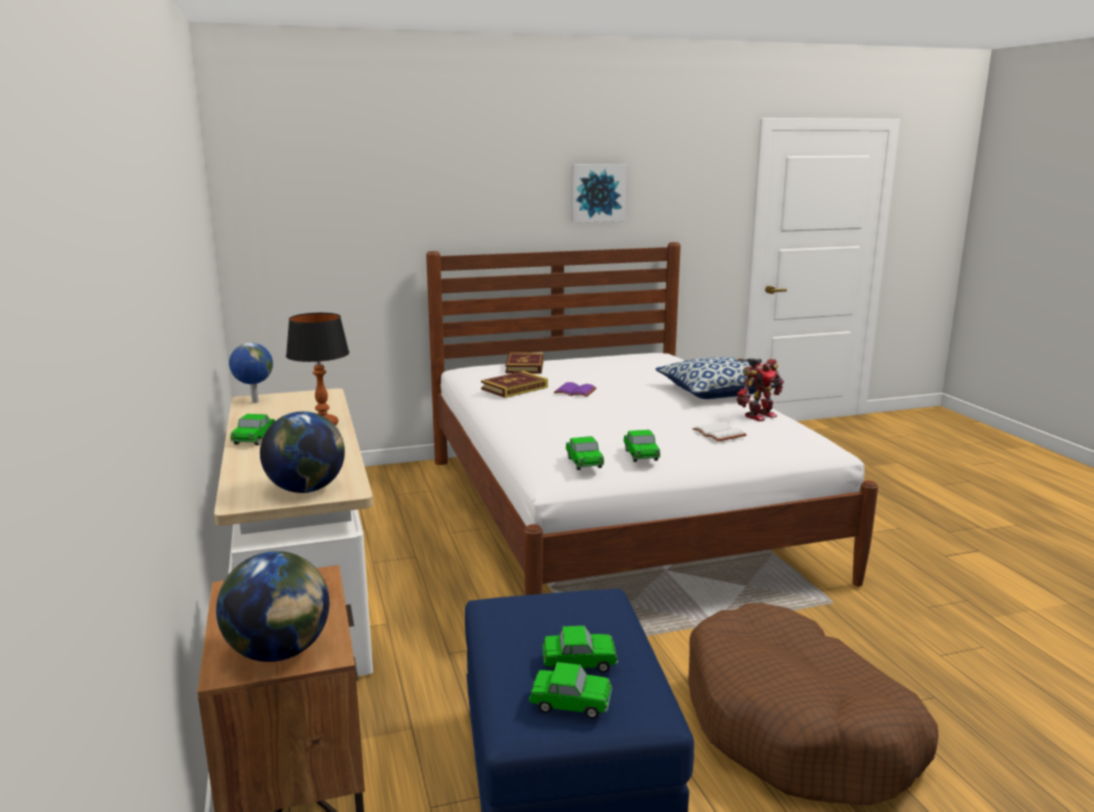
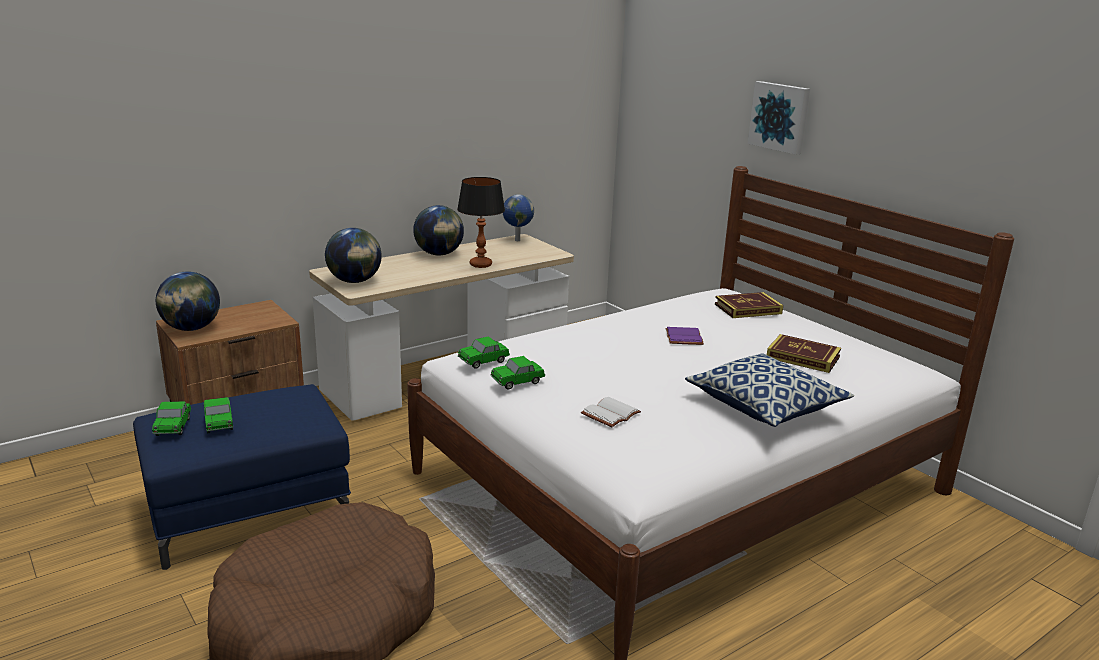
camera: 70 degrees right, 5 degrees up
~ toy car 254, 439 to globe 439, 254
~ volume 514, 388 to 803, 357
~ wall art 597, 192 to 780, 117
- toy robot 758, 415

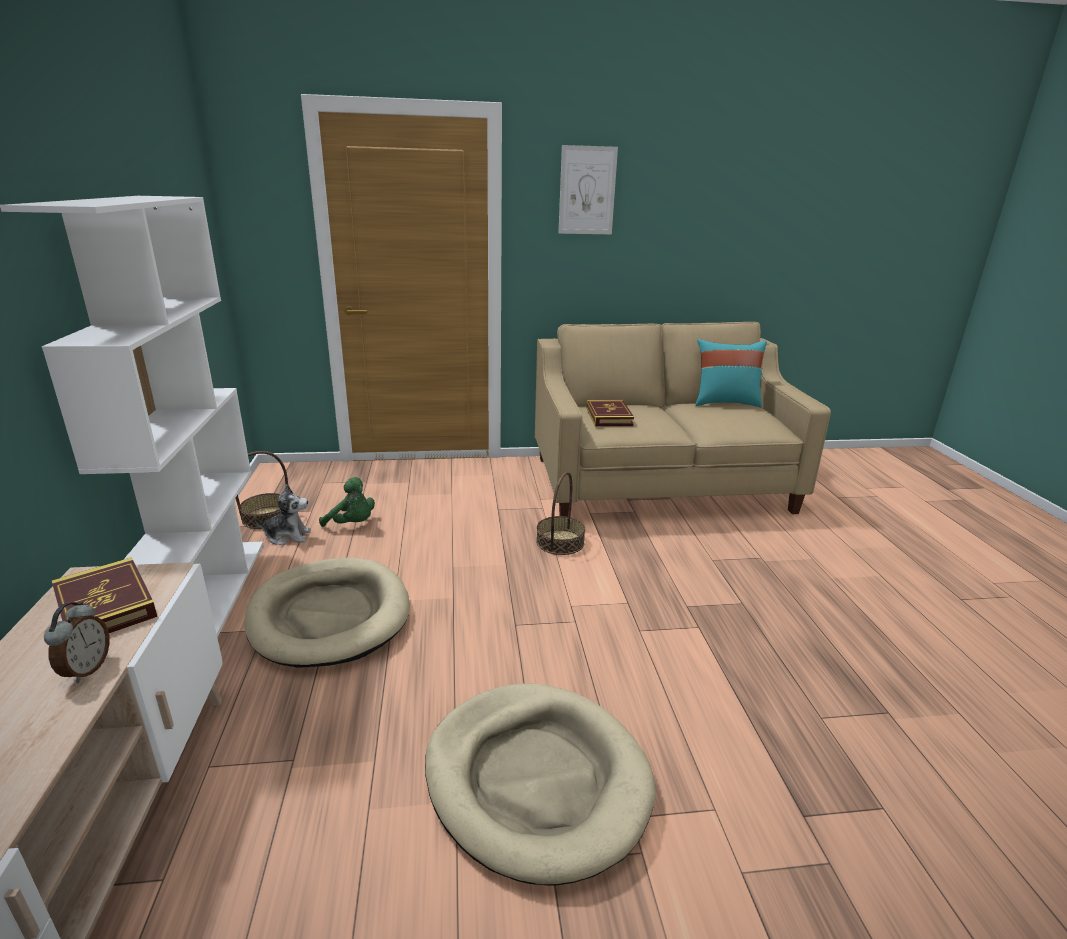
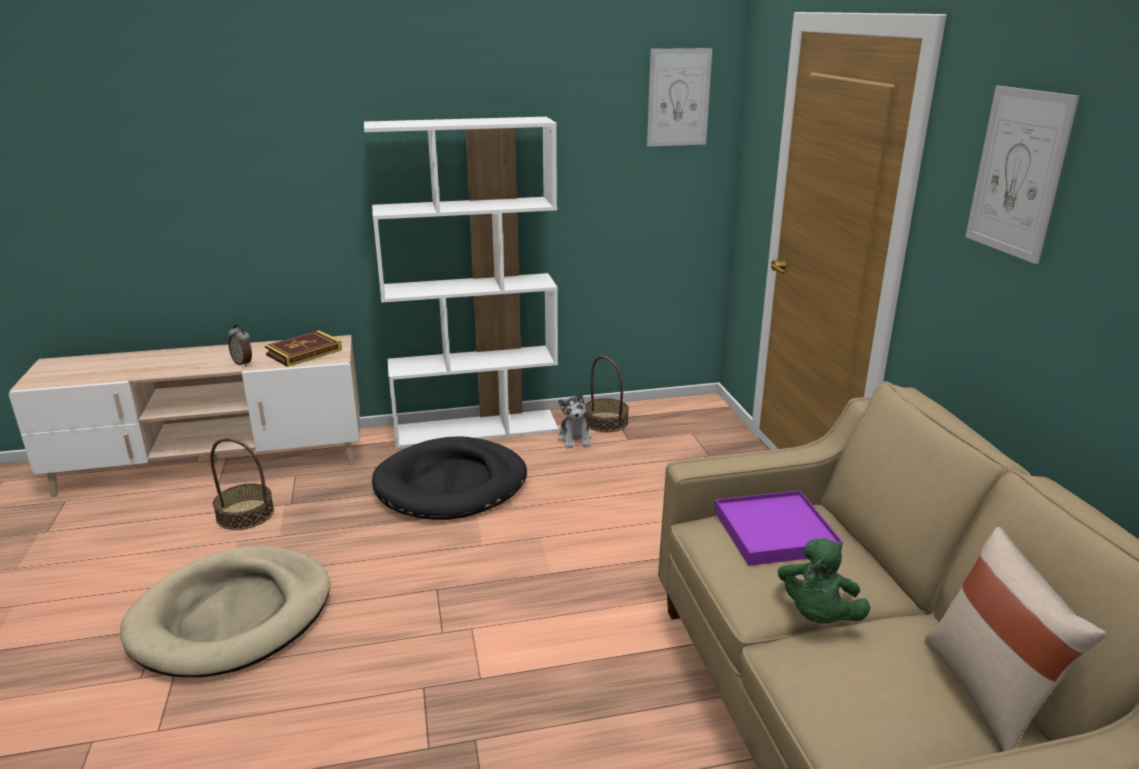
camera: 85 degrees right, 0 degrees up
~ alarm clock 86, 669 = 243, 363 45 degrees clockwise
~ beige dog cushion 330, 615 to black-coloured dog cushion 451, 484
~ greenish plush toy 352, 524 to 817, 616
~ basket 560, 542 to 245, 514
~ volume 609, 416 to purplish tray 775, 532
~ blue-green pillow 725, 402 to beige pillow 989, 693
+ wall art 678, 97

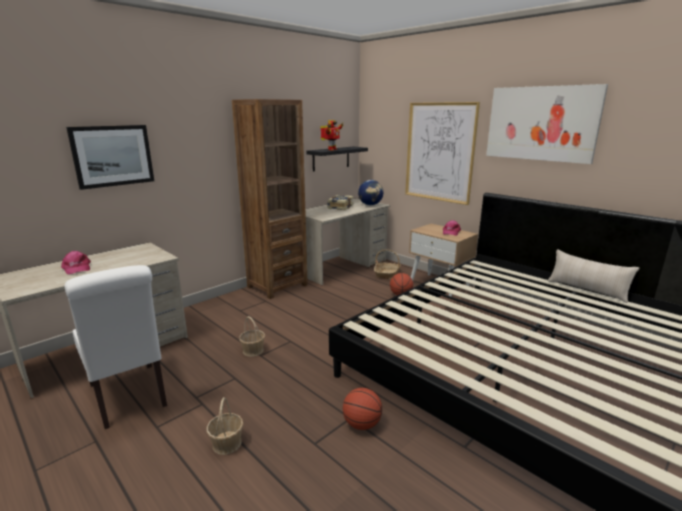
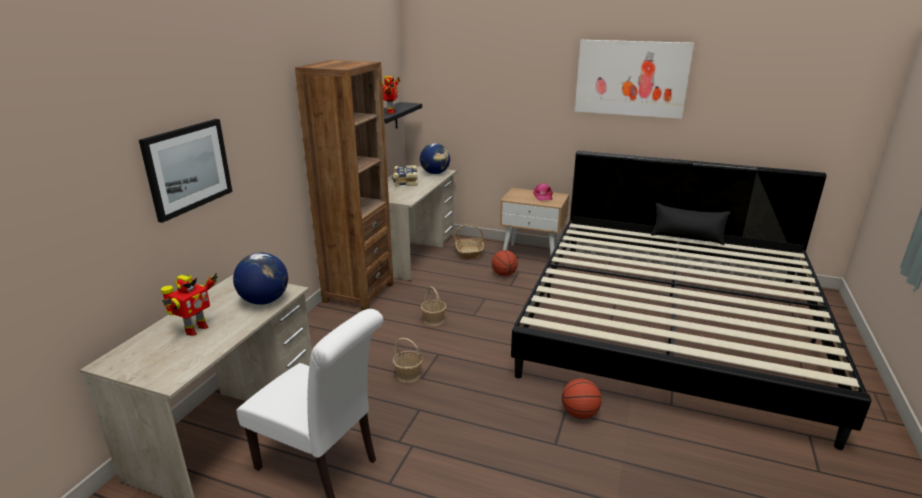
camera: 25 degrees left, 5 degrees up
~ pinkish baseball cap 76, 268 to toy robot 194, 329
~ basket 227, 443 to 433, 320
- wall art 439, 152
~ beige pillow 587, 290 to black-coloured pillow 687, 238
+ globe 264, 301

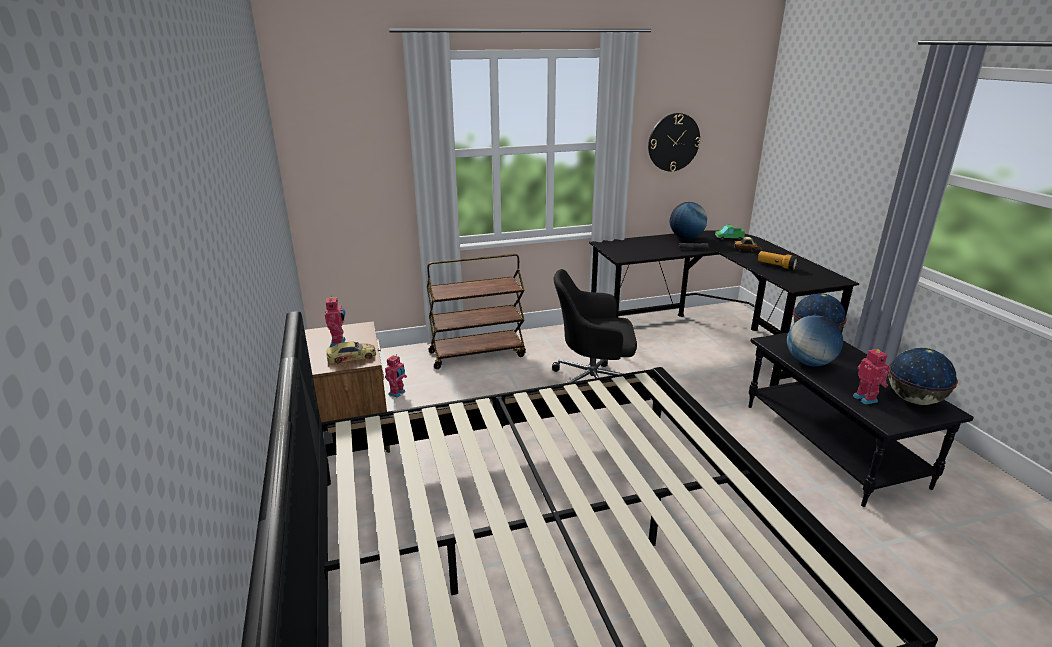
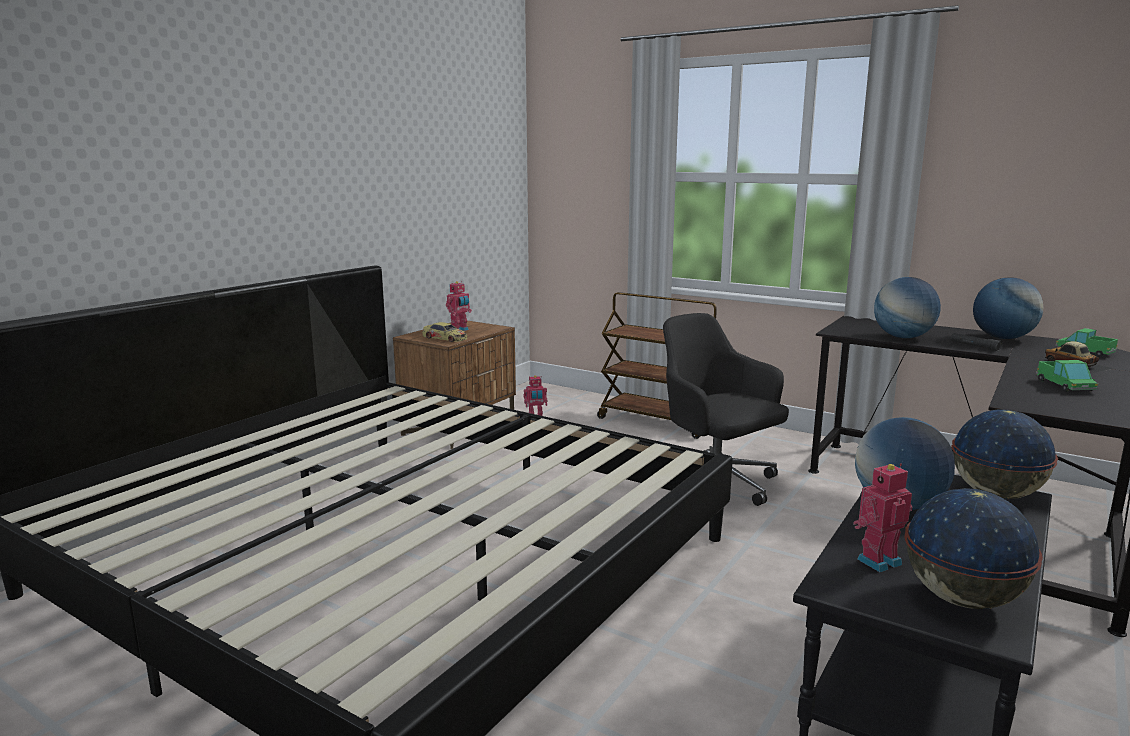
camera: 50 degrees right, 10 degrees down
- clock on the wall 673, 142
~ hand torch 776, 266 to toy truck 1064, 385
~ toy robot 866, 398 = 877, 560 150 degrees counterclockwise
+ globe 903, 337

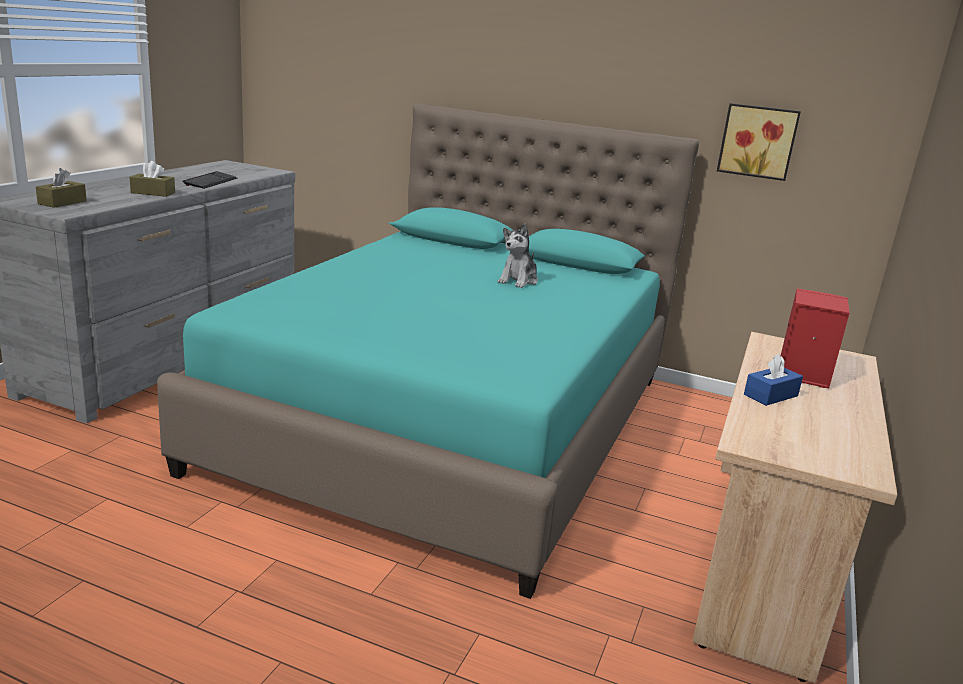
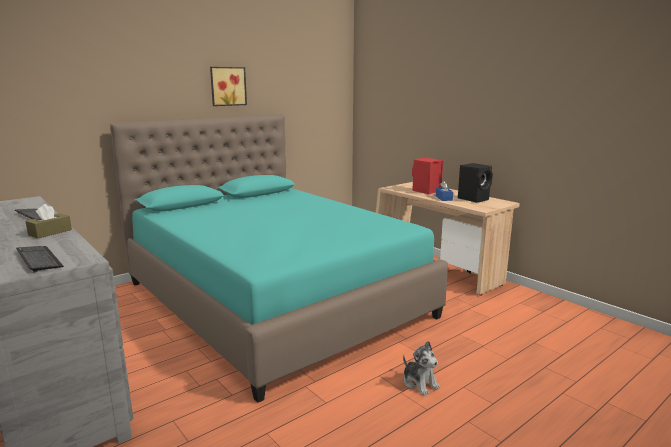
camera: 60 degrees left, 5 degrees down
~ brown-coloured box of tissues 62, 202 to PC keyboard 39, 259
~ plush toy 518, 281 to 420, 383
~ wall art 757, 141 to 227, 86
+ black-coloured loudspeaker 474, 199

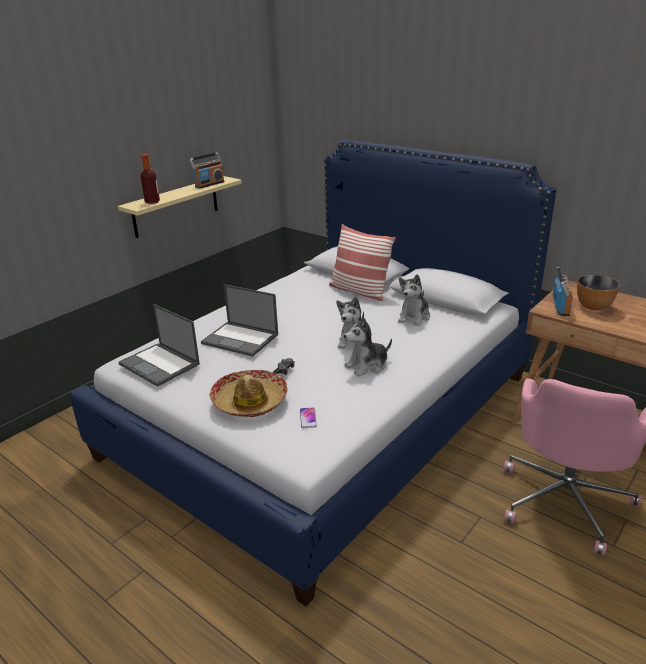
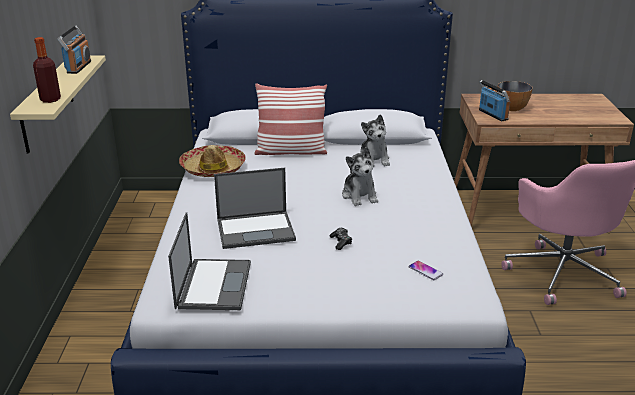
camera: 40 degrees left, 0 degrees up
~ laptop 160, 364 = 213, 284 90 degrees counterclockwise
~ hat 250, 401 to 212, 168
- plush toy 367, 366

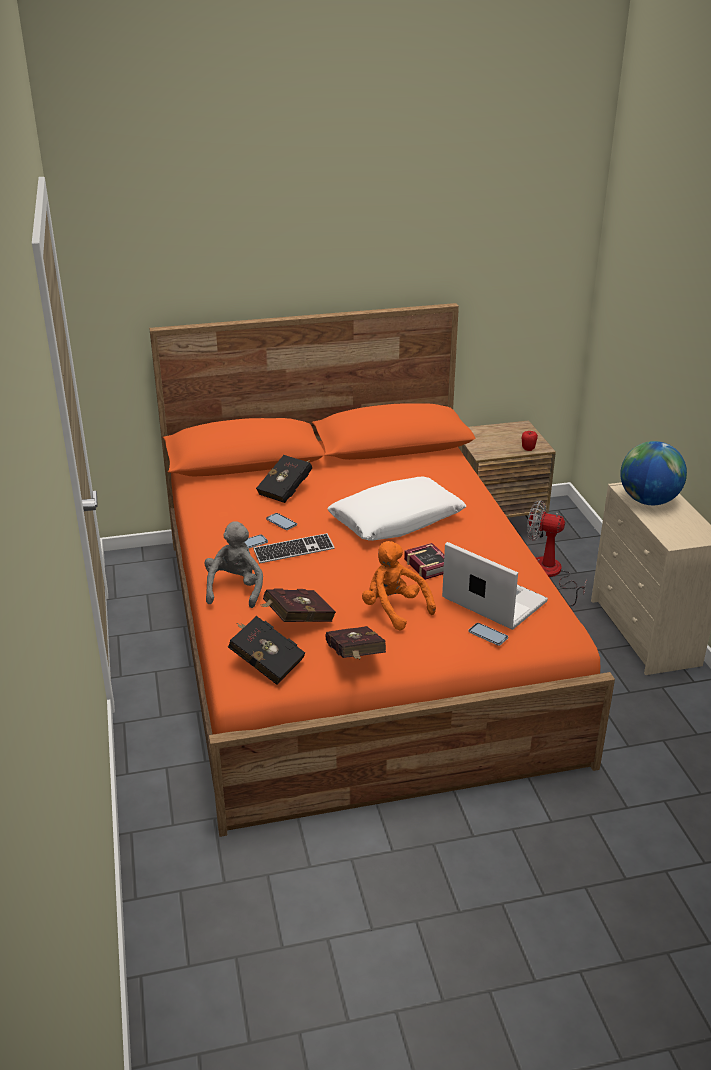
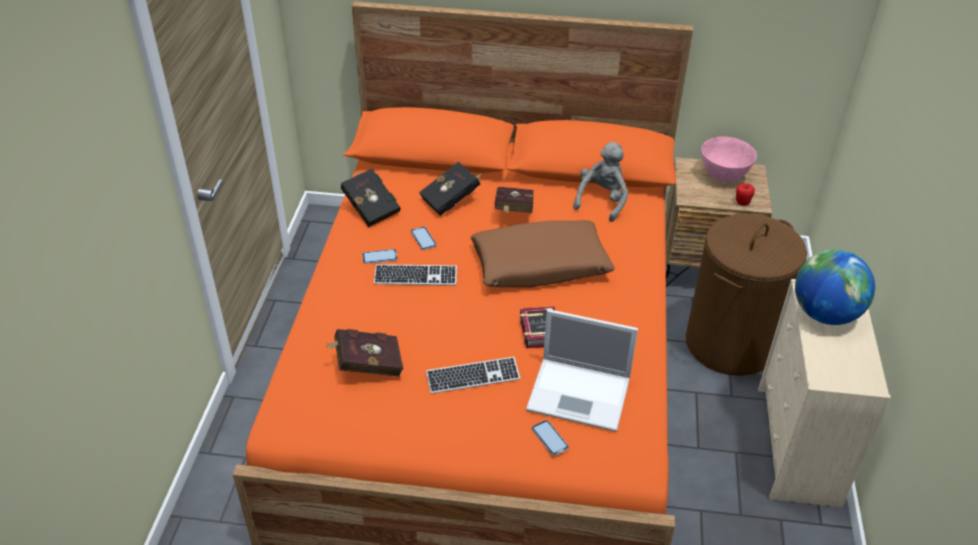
camera: 20 degrees right, 10 degrees up
~ greyish plush toy 235, 589 to 602, 201
~ black-coloured volume 265, 662 to 370, 208
~ reddish volume 355, 658 to 513, 213
~ white pillow 396, 520 to brown-coloured pillow 540, 265
~ orange-coloured plush toy 394, 609 to PC keyboard 473, 377
~ laptop 492, 600 = 581, 394 135 degrees clockwise
~ fan 550, 575 to brown-coloured washing basket 730, 344
+ pinkish deep dish 724, 176

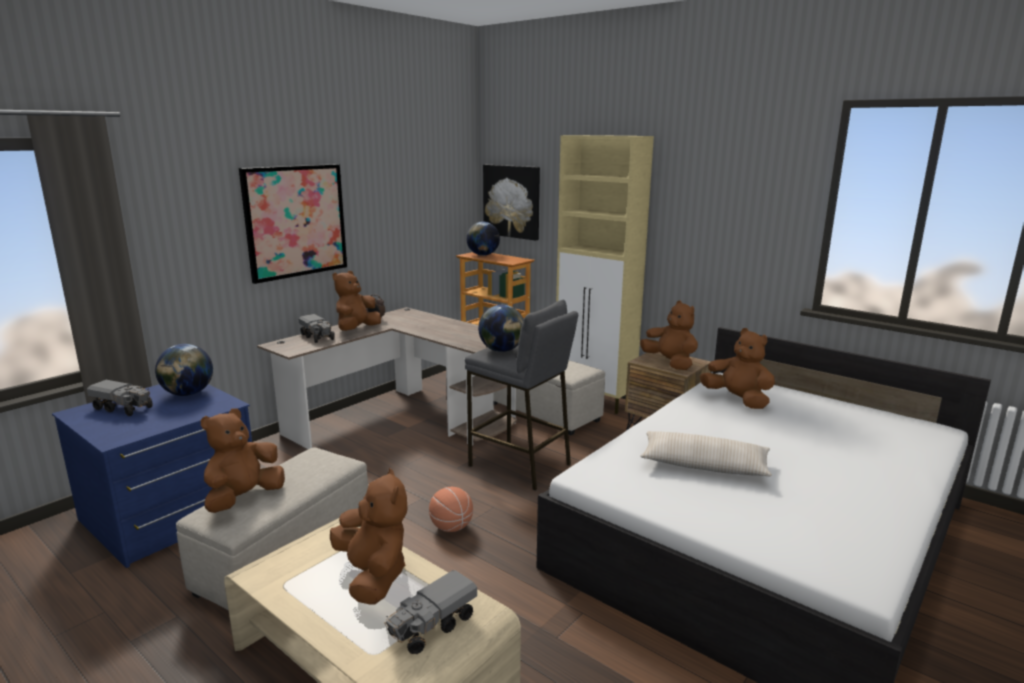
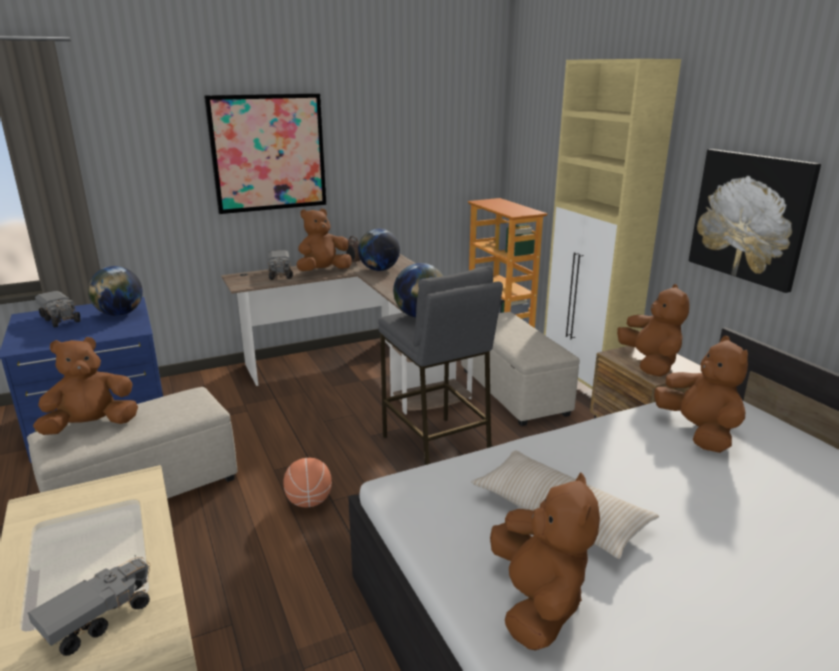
camera: 25 degrees right, 5 degrees up
~ brown-coloured plush toy 373, 576 to 537, 603
~ toy truck 431, 626 = 98, 619 150 degrees clockwise
~ globe 483, 255 to 379, 270
~ wall art 512, 201 to 750, 217

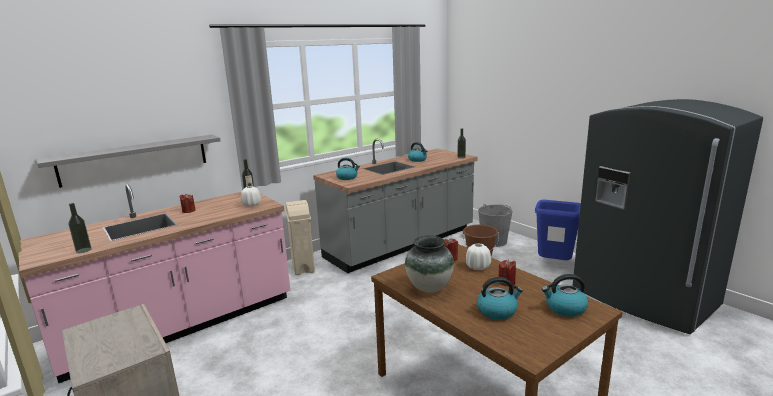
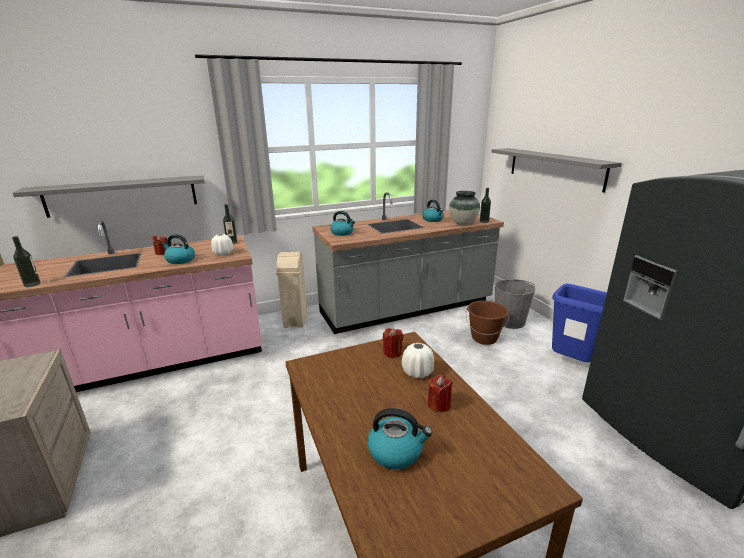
camera: 15 degrees right, 5 degrees up
~ decorative vase 429, 288 to 463, 224
~ kettle 565, 308 to 180, 260
+ greyish wall shelf 554, 168

